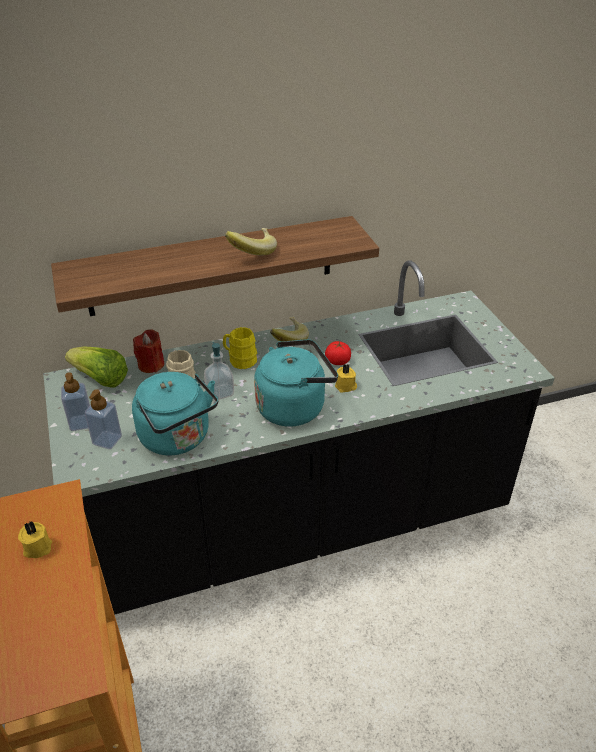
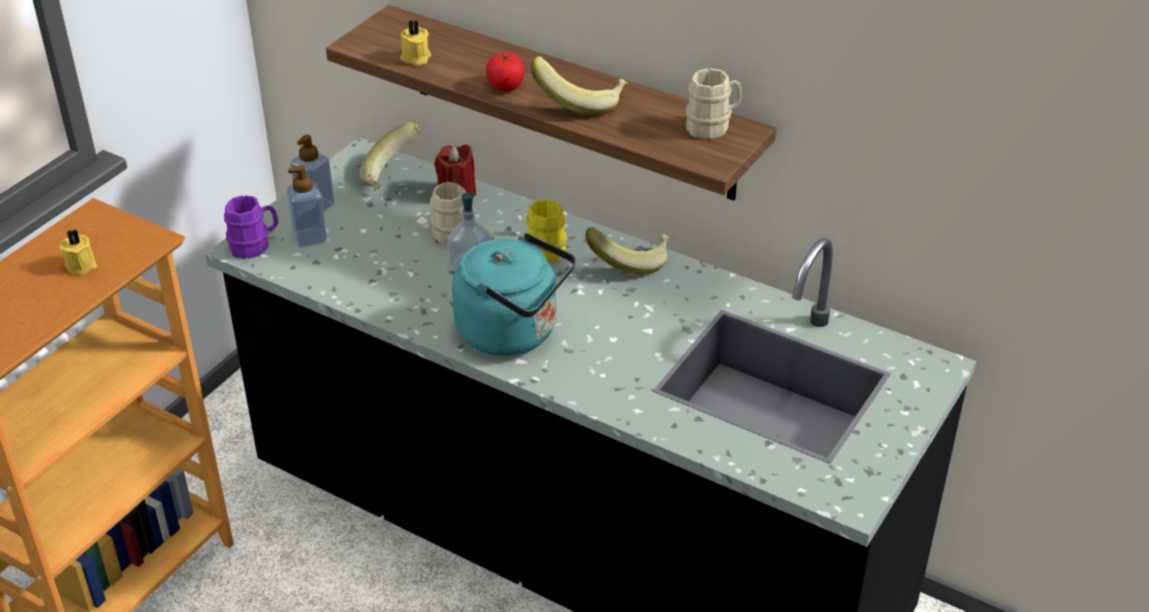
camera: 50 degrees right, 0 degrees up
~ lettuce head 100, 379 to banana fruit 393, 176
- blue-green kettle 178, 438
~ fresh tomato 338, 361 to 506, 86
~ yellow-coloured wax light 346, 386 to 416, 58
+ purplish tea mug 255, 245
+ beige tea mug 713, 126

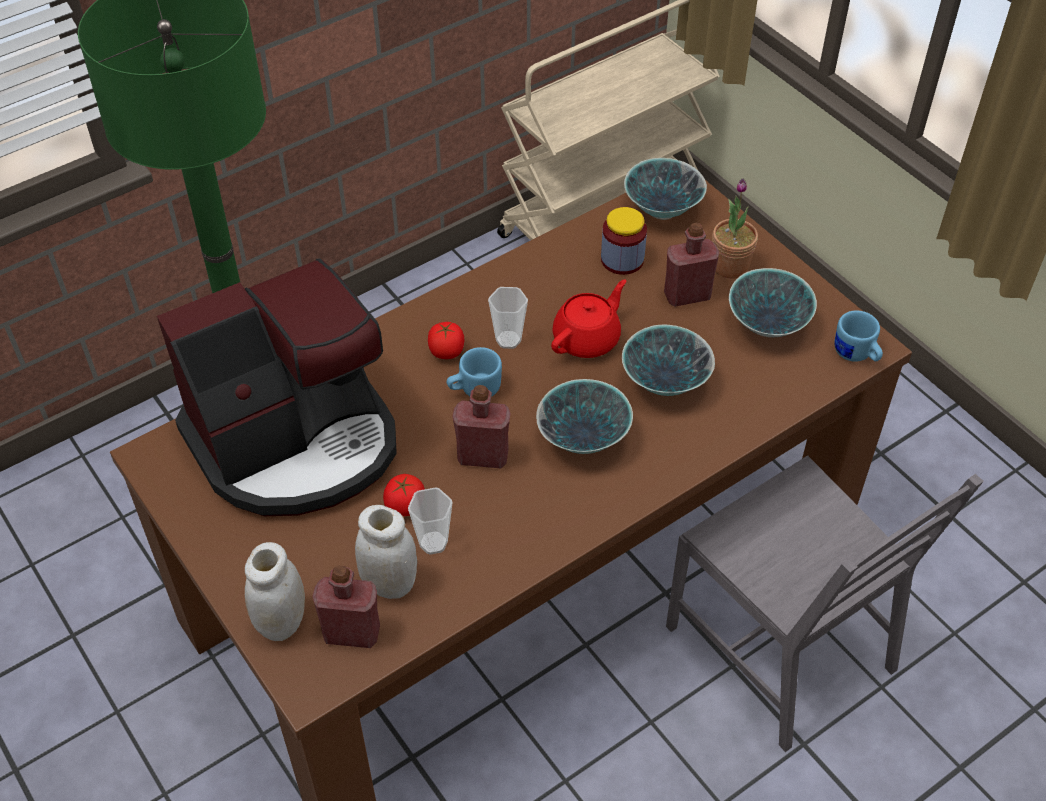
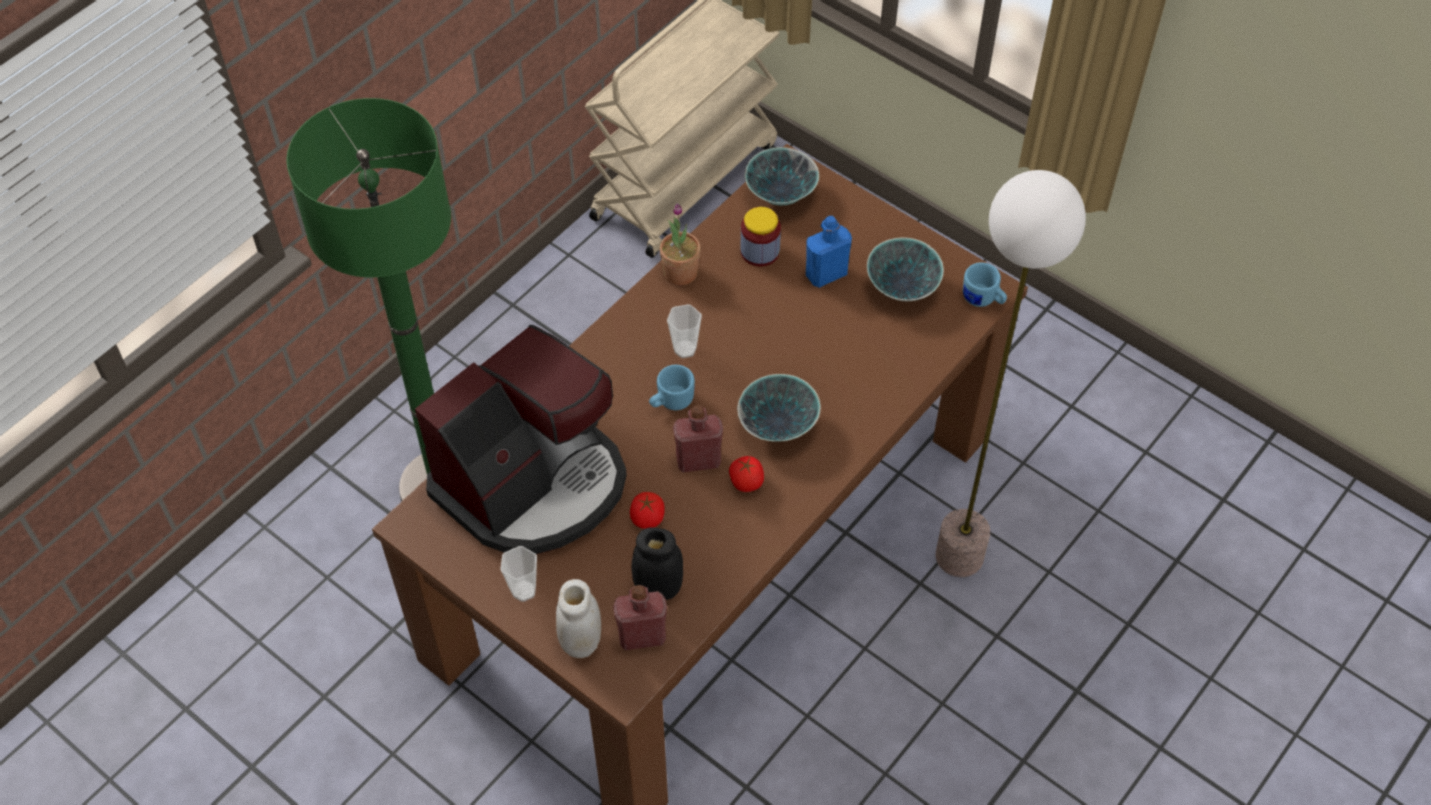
camera: 15 degrees left, 5 degrees up
~ white storage jar 389, 583 to black-coloured storage jar 658, 587
~ cup 433, 543 to 524, 590
~ fresh tomato 446, 351 to 746, 482
- reddish pot for tea 587, 339
- deep dish 664, 383
~ reddish beverage bottle 687, 295 to blue-coloured beverage bottle 826, 274
~ greyish plain chair 784, 647 to standard lamp 959, 557
~ houseplant 730, 266 to 680, 272

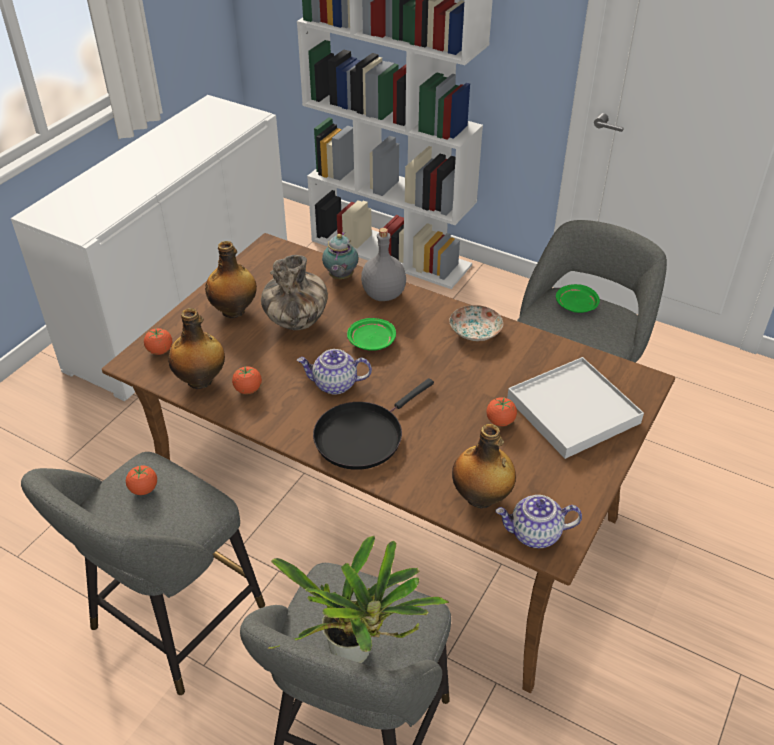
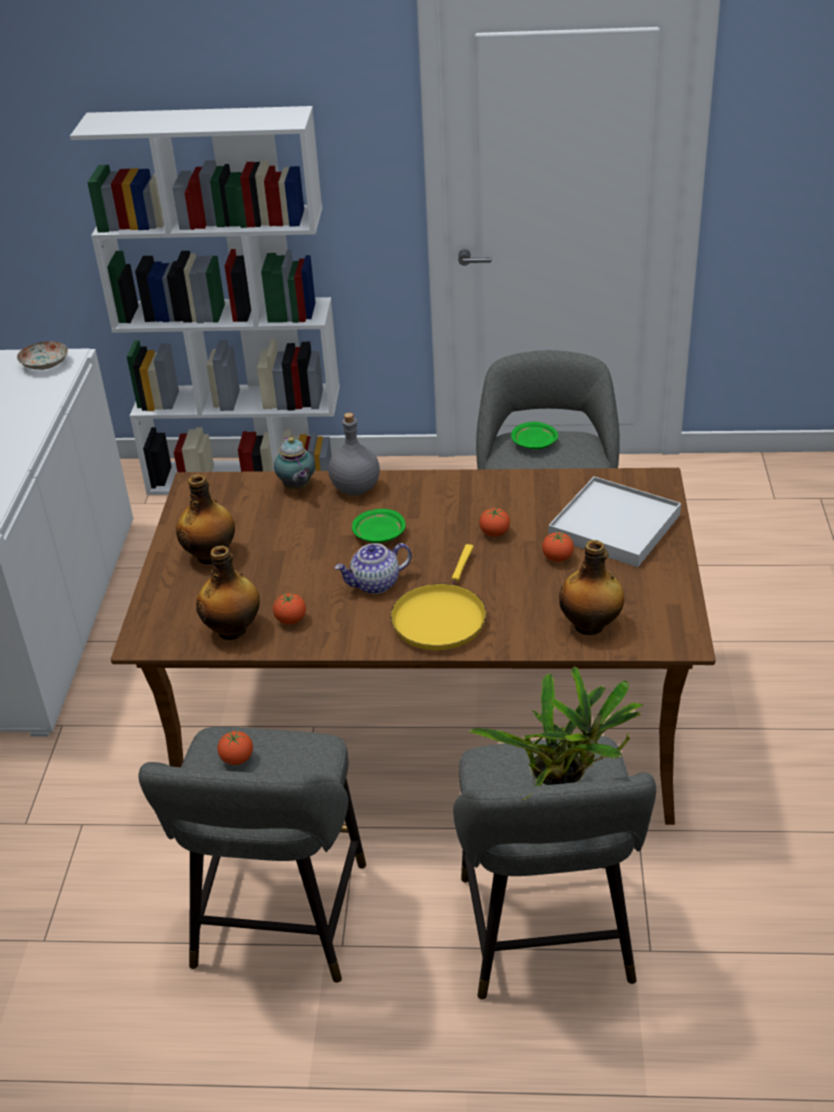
camera: 25 degrees left, 5 degrees down
~ fresh tomato 160, 351 to 494, 533
- decorative vase 297, 321
~ black-coloured frying pan 362, 436 to yellow-coloured frying pan 440, 617
~ flat dish 476, 331 to 45, 364
- pot for tea 534, 534

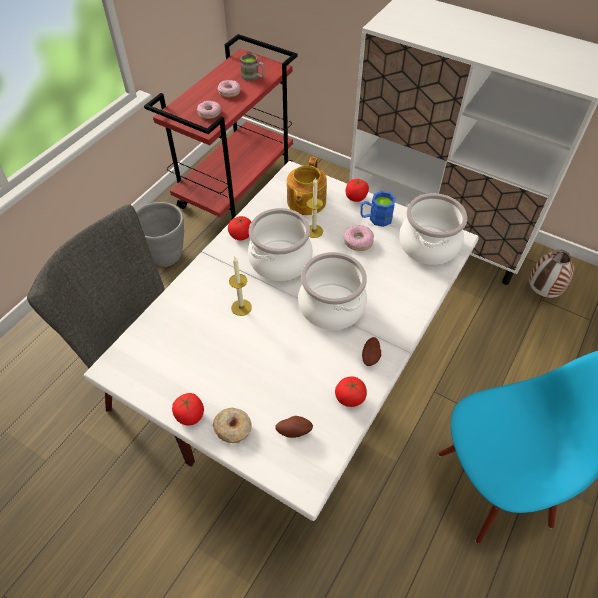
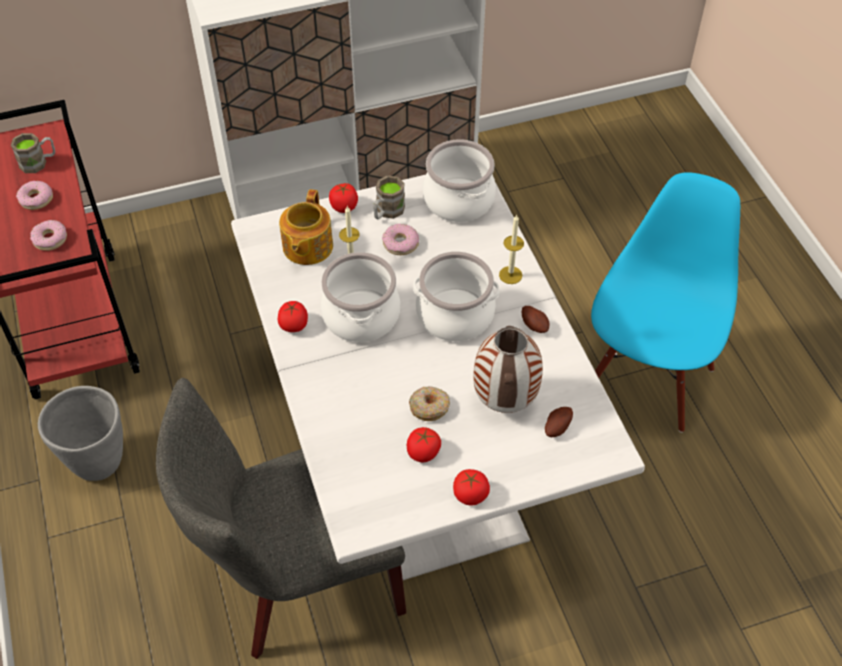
camera: 50 degrees left, 0 degrees up
~ donut 233, 428 to 429, 407
~ wax light 241, 307 to 510, 275
~ pot for tea 305, 202 = 306, 247 45 degrees clockwise
~ fresh tomato 350, 398 to 423, 452
~ blue-coloured tea mug 375, 218 to brown-coloured tea mug 387, 212
~ decorative vase 541, 294 to 505, 402

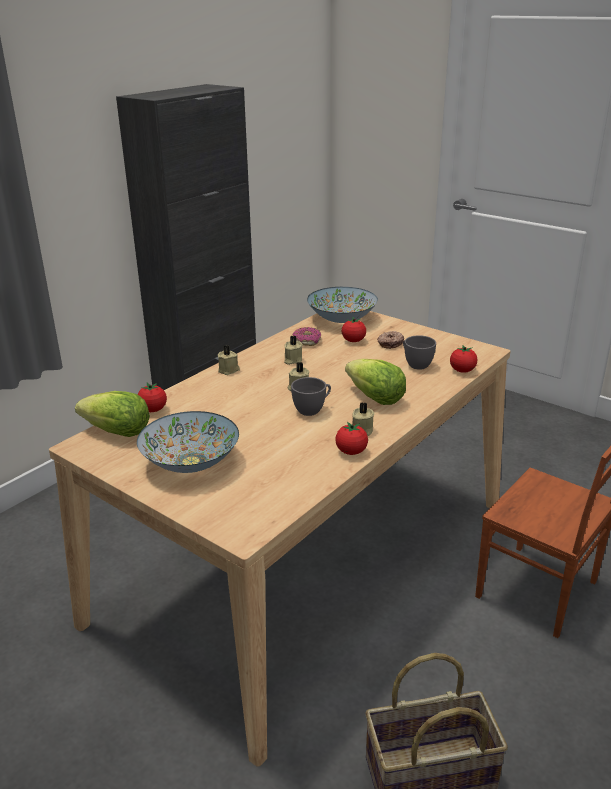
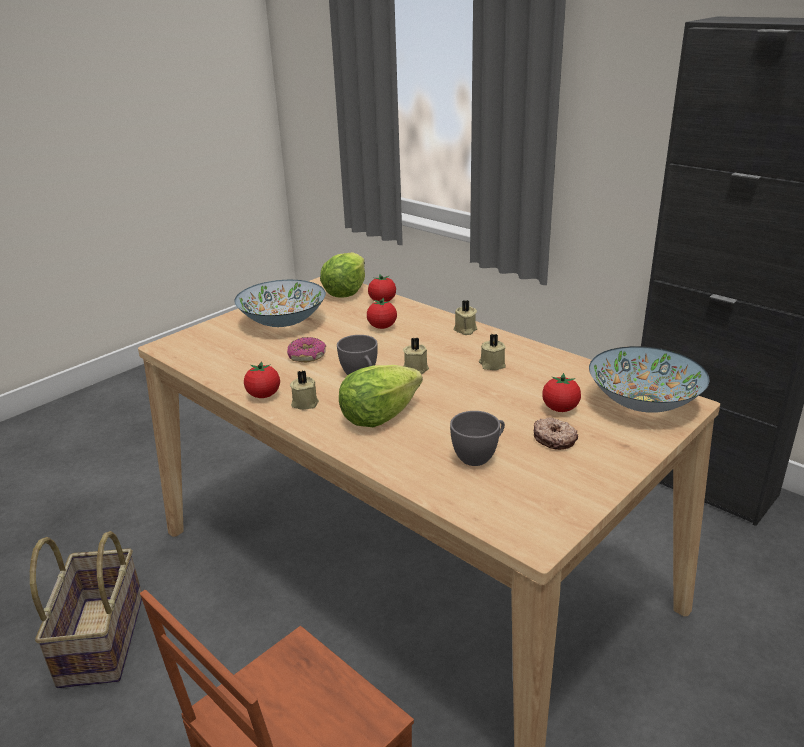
camera: 95 degrees right, 0 degrees up
~ donut 307, 341 to 307, 356
~ fresh tomato 462, 370 to 382, 327

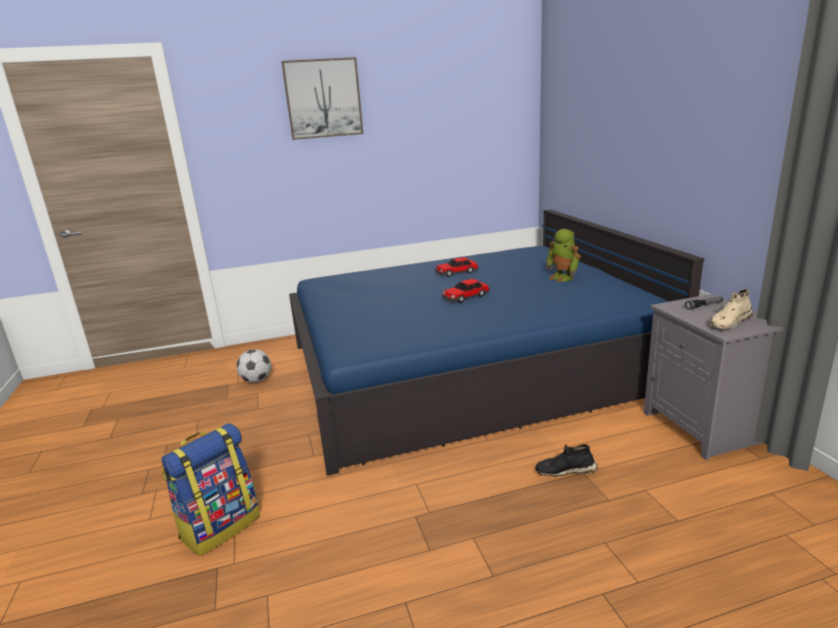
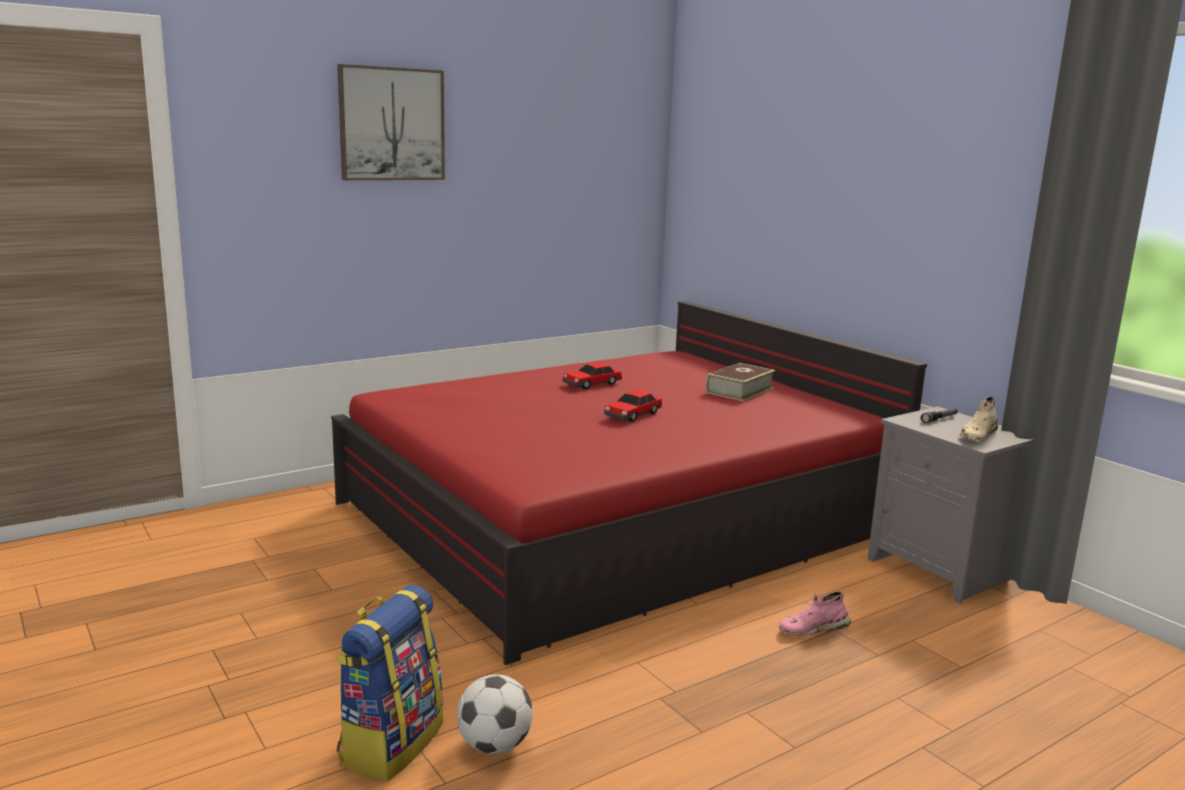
camera: 20 degrees left, 5 degrees down
~ football ball 256, 380 to 494, 746
~ blue-coloured bed 468, 367 to reddish bed 617, 518
~ black-coloured low shoe 565, 470 to pinkish low shoe 812, 628
~ toy robot 563, 277 to volume 739, 390

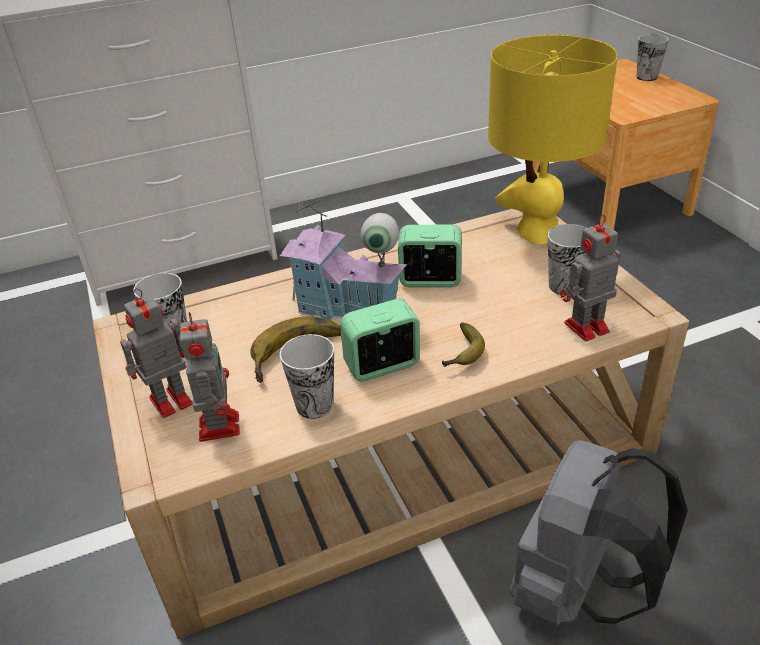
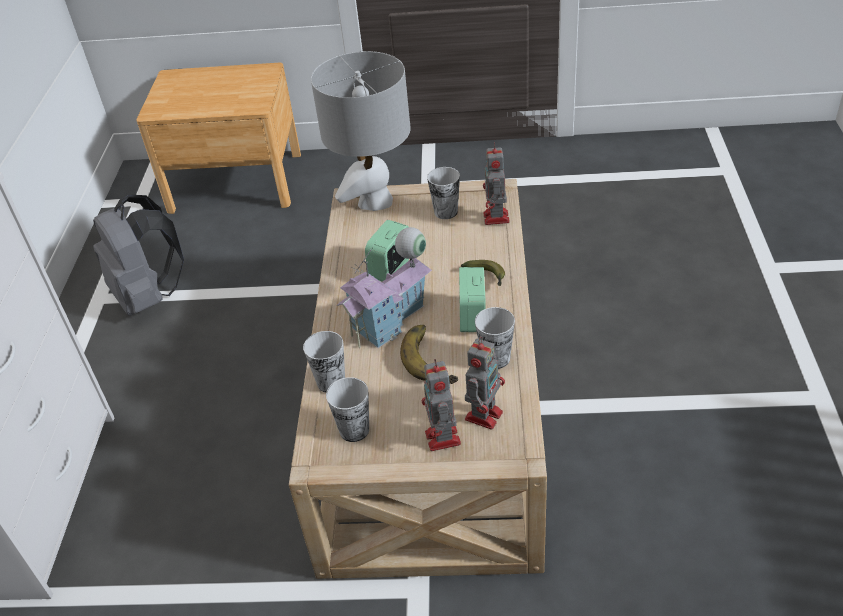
camera: 65 degrees left, 5 degrees up
~ toy robot 219, 424 = 484, 414 105 degrees clockwise
~ yellow-coloured lamp for a table 538, 232 to greyish lamp for a table 375, 201
~ greyish backpack 577, 589 to 149, 296
~ cup 647, 77 to 331, 382

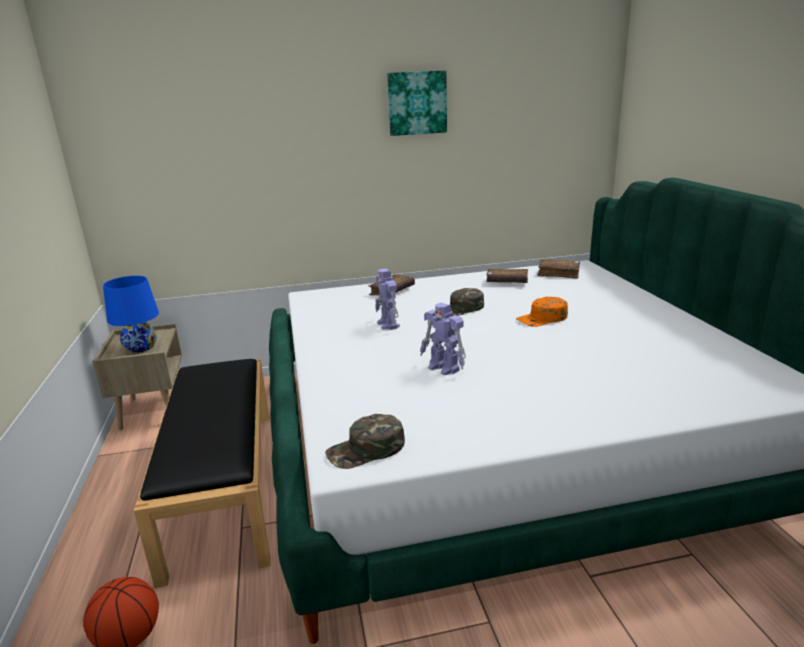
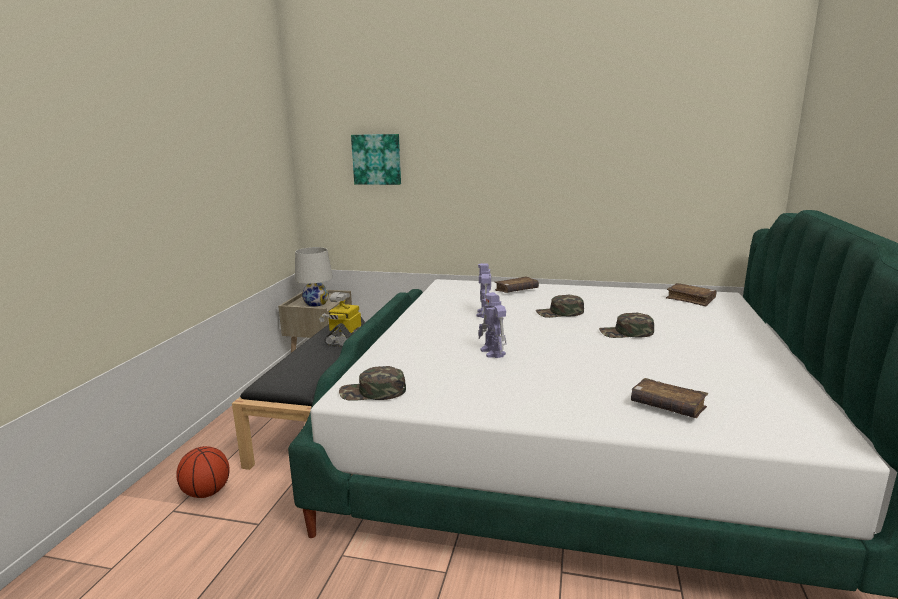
camera: 25 degrees right, 5 degrees down
~ blue-coloured lamp for a table 141, 347 to white lamp for a table 316, 303
~ wall art 417, 103 to 377, 159
~ brown-coloured volume 507, 282 to 667, 406
~ orange-coloured baseball cap 542, 319 to greenish baseball cap 626, 333
+ toy robot 345, 338

